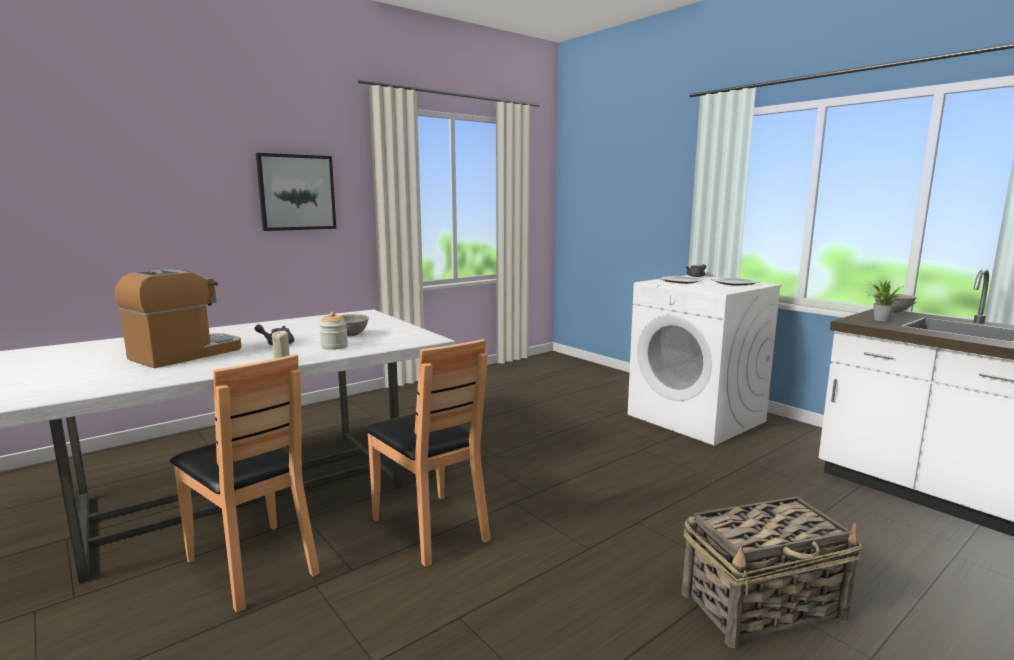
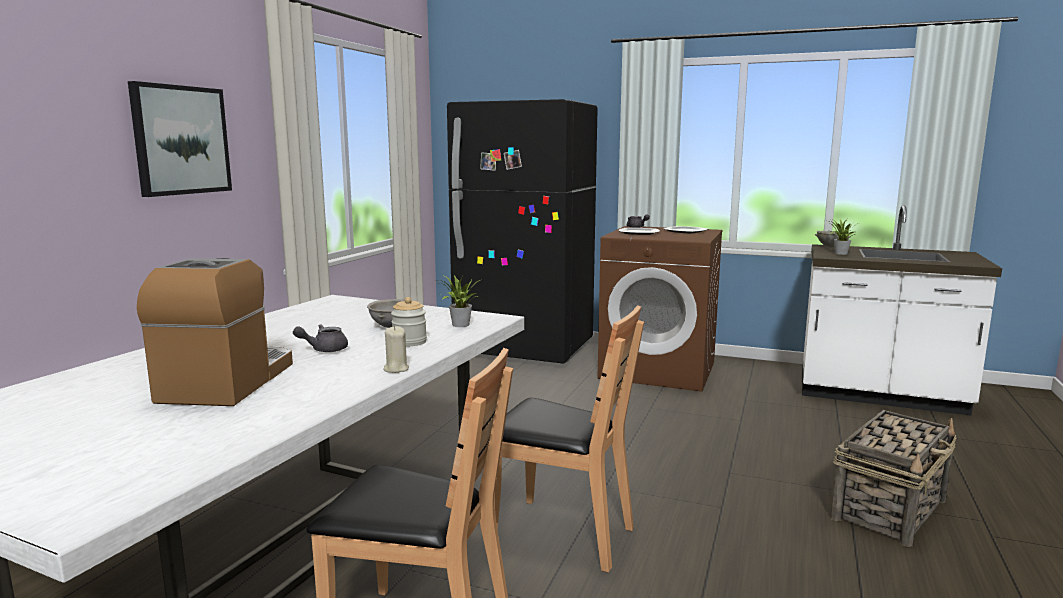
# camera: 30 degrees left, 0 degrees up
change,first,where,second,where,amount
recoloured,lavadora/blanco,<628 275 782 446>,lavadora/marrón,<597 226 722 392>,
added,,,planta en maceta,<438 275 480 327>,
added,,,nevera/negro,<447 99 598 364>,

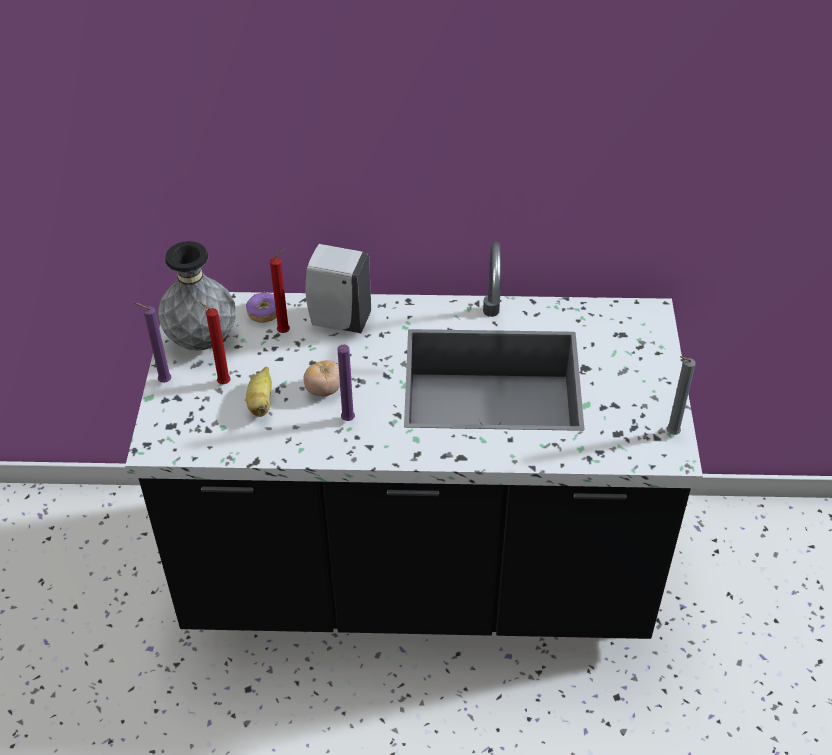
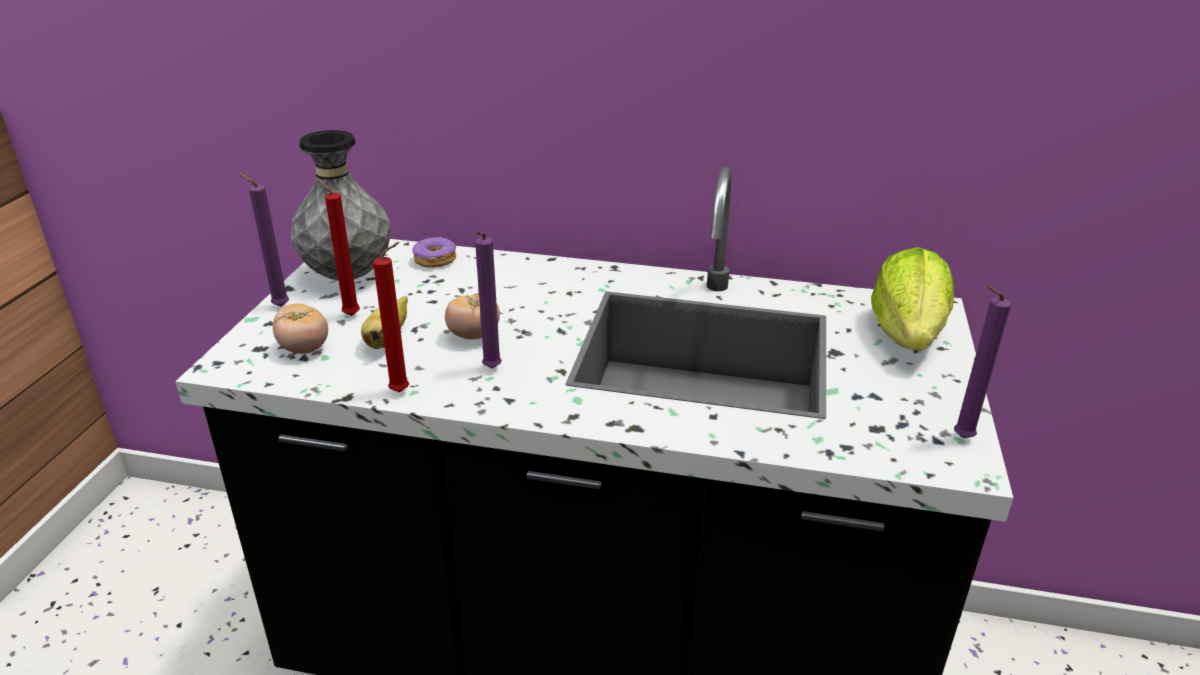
# camera: 10 degrees right, 15 degrees down
change,first,where,second,where,amount
moved,vela/rojo,<270 249 290 333>,,<373 242 409 392>,
removed,dispensador de jabón/blanco,<305 244 371 333>,,,
recoloured,vela/gris,<667 356 696 435>,vela/morado,<954 286 1011 438>,
added,,,tomate,<273 303 328 354>,
added,,,lechuga,<871 247 954 351>,

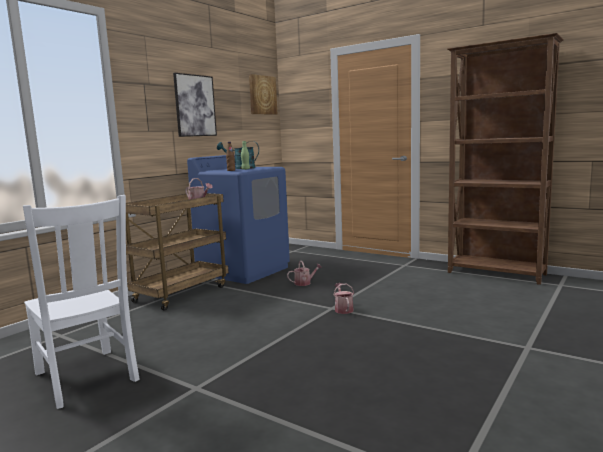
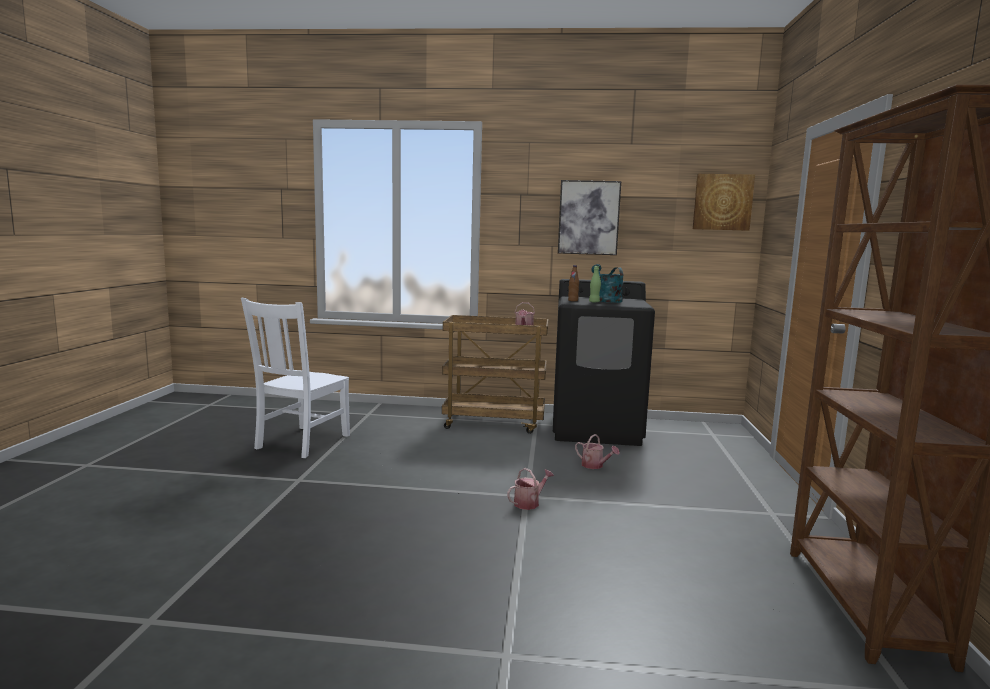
# camera: 60 degrees right, 0 degrees up
change,first,where,second,where,amount
recoloured,lavadora/azul,<187 154 290 284>,lavadora/negro,<553 279 655 446>,

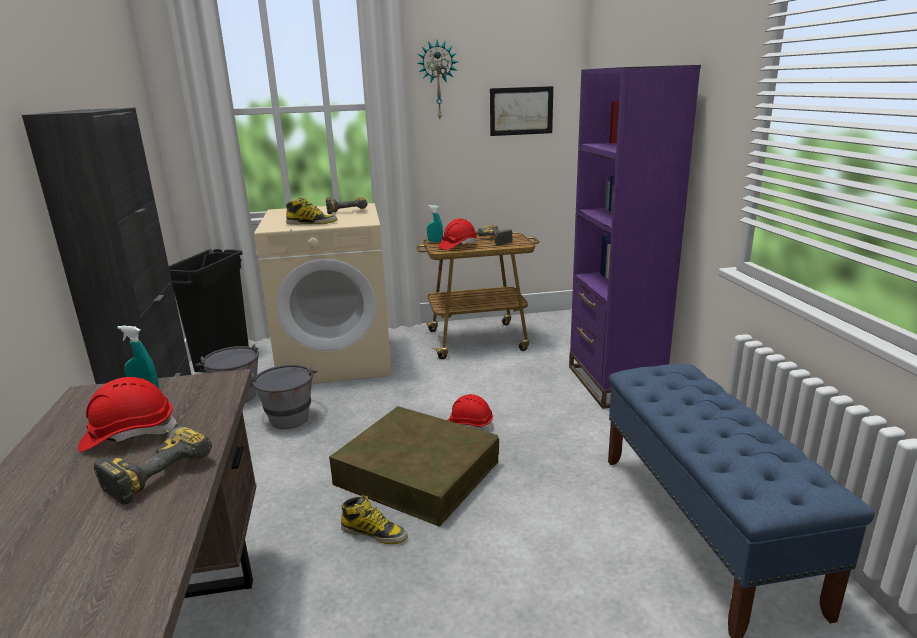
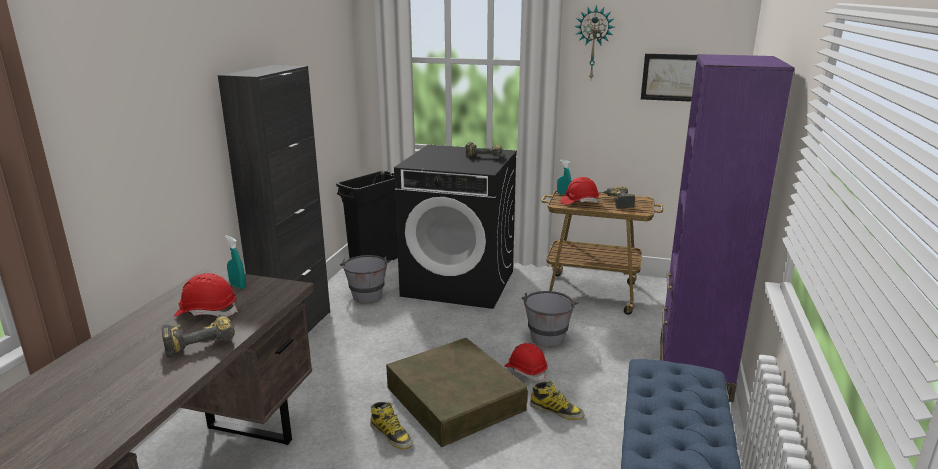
# camera: 25 degrees right, 0 degrees up
change,first,where,second,where,amount
moved,cubo/gris,<252 365 317 429>,,<522 291 579 347>,
recoloured,lavadora/beis,<254 203 392 384>,lavadora/negro,<394 145 517 309>,
moved,bota,<286 197 337 225>,,<530 381 585 420>,

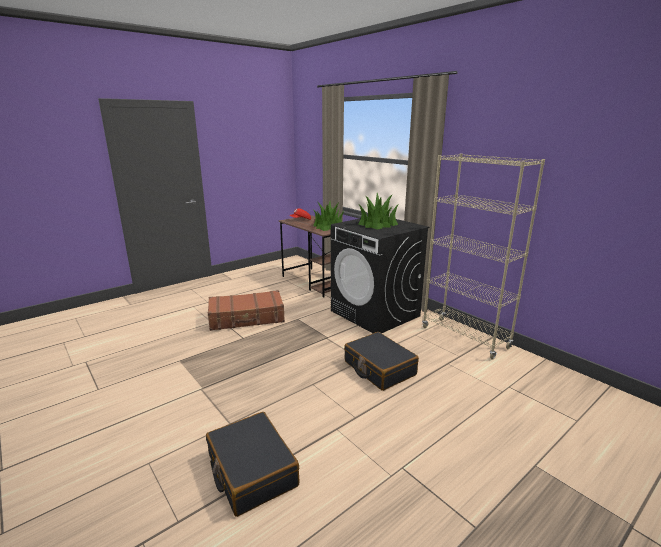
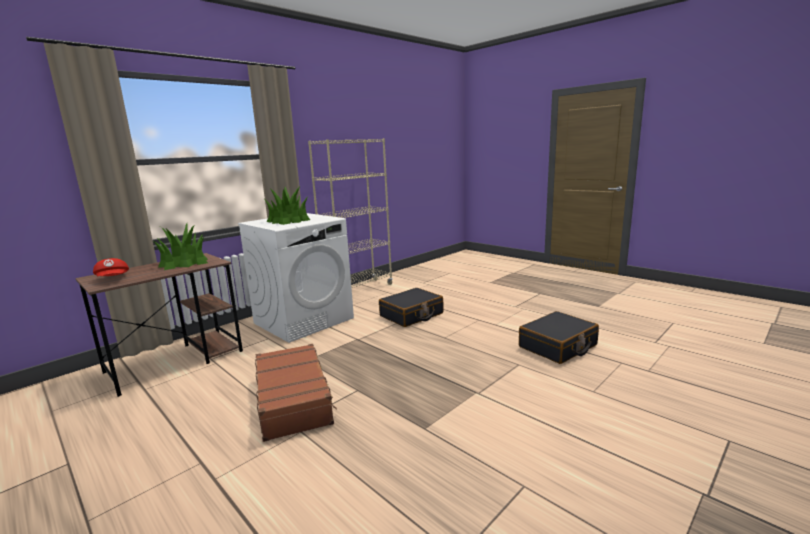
# camera: 95 degrees left, 5 degrees down
change,first,where,second,where,amount
recoloured,lavadora/negro,<331 218 430 333>,lavadora/blanco,<238 213 354 343>,

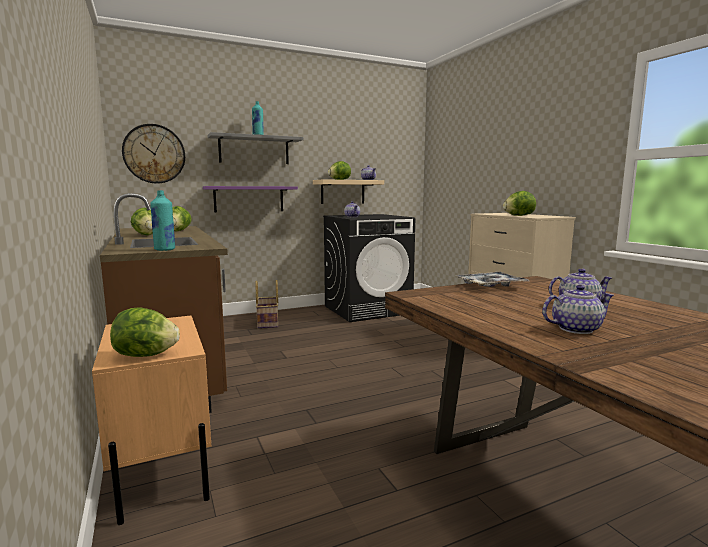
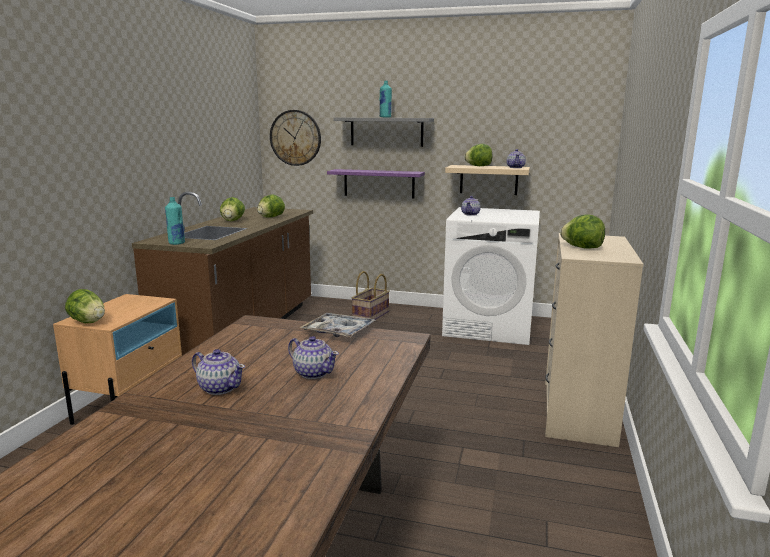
# camera: 40 degrees right, 5 degrees up
change,first,where,second,where,amount
recoloured,lavadora/negro,<323 214 415 322>,lavadora/blanco,<442 207 540 345>,

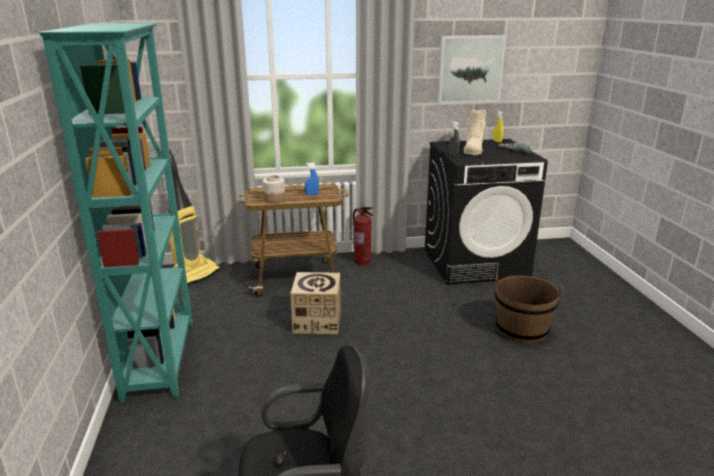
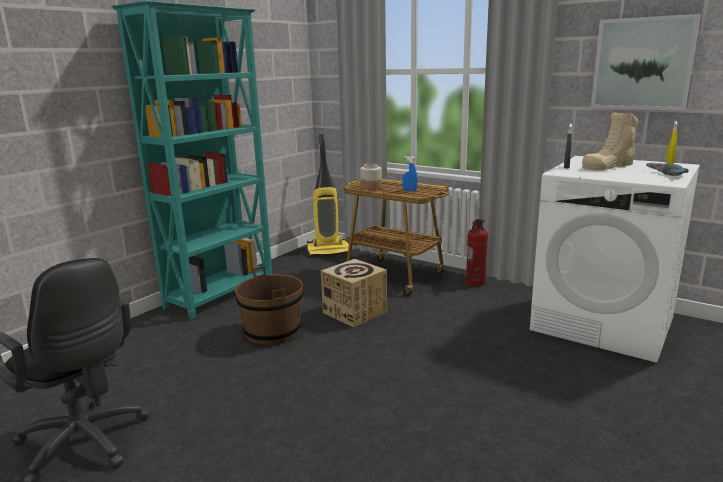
# camera: 45 degrees right, 5 degrees down
change,first,where,second,where,amount
recoloured,lavadora/negro,<425 139 548 285>,lavadora/blanco,<530 156 700 363>,
moved,cubo/marrón,<495 275 562 344>,,<235 266 303 345>,

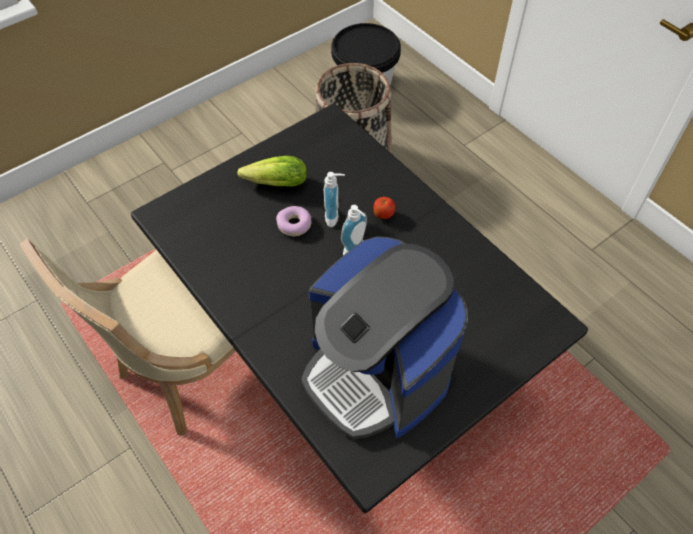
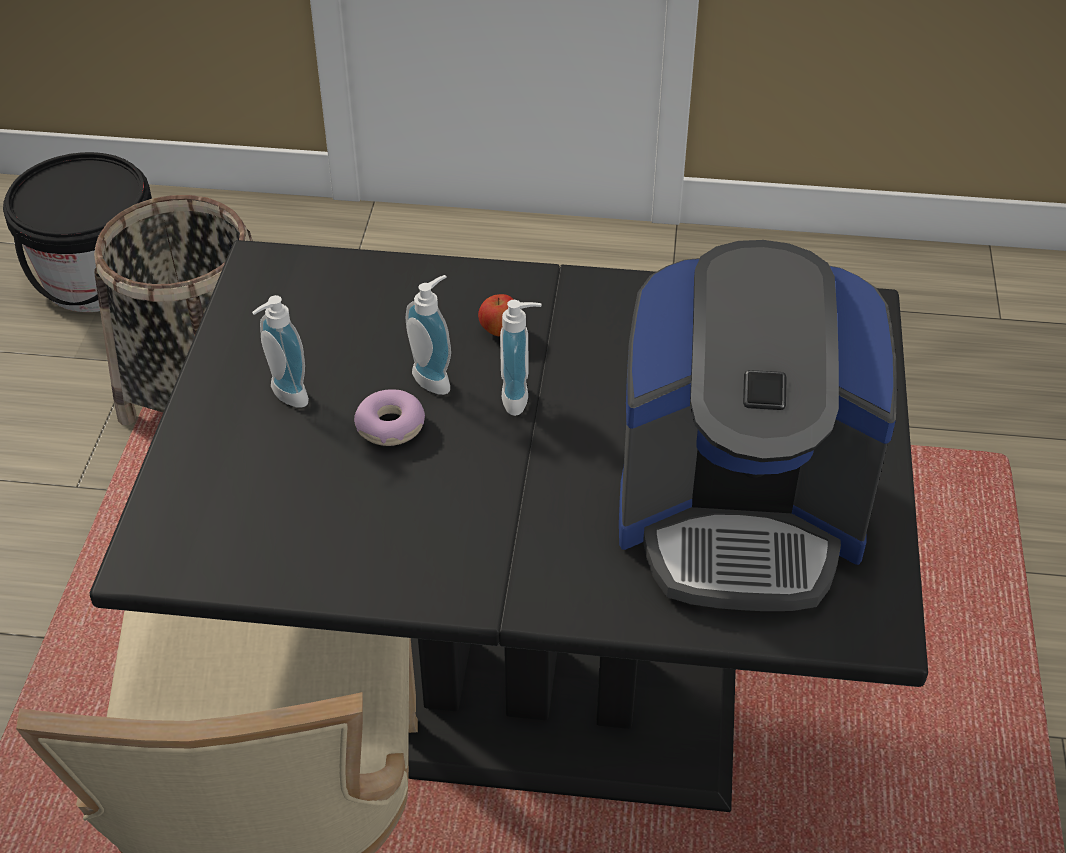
# camera: 45 degrees left, 10 degrees down
change,first,where,second,where,amount
replaced,lechuga,<237 156 307 187>,dispensador de jabón,<252 295 309 408>,

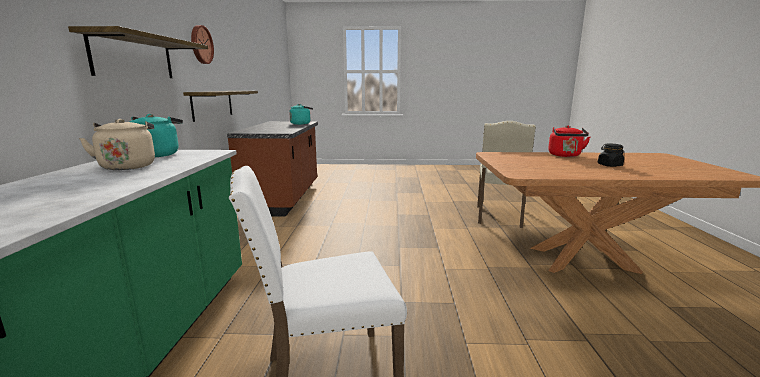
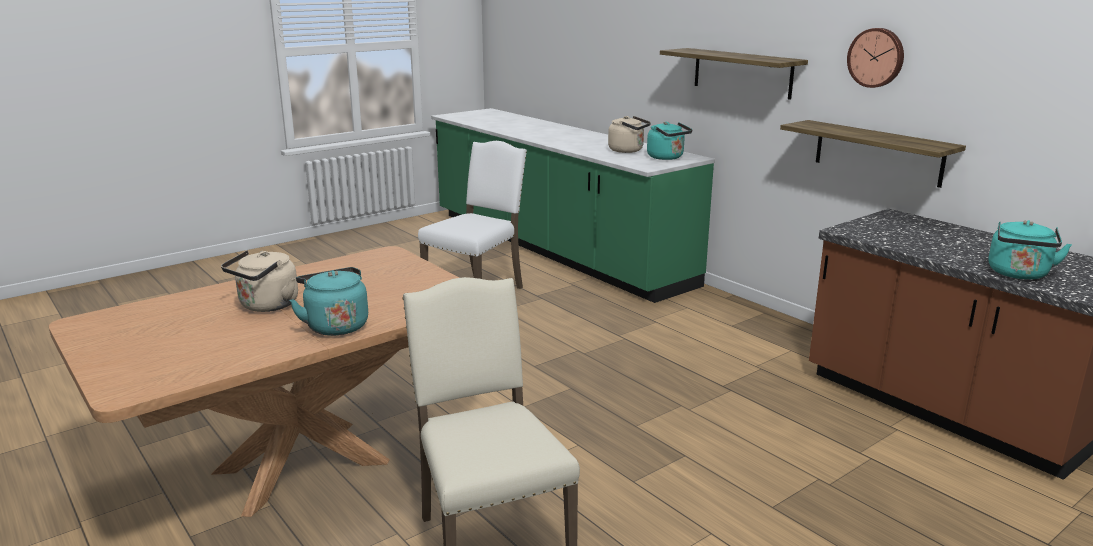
# camera: 140 degrees right, 5 degrees up
change,first,where,second,where,amount
recoloured,hervidor/rojo,<548 126 590 157>,hervidor/turquesa,<289 267 368 336>,
replaced,tarro/negro,<598 144 624 167>,hervidor/beis,<221 250 298 312>,

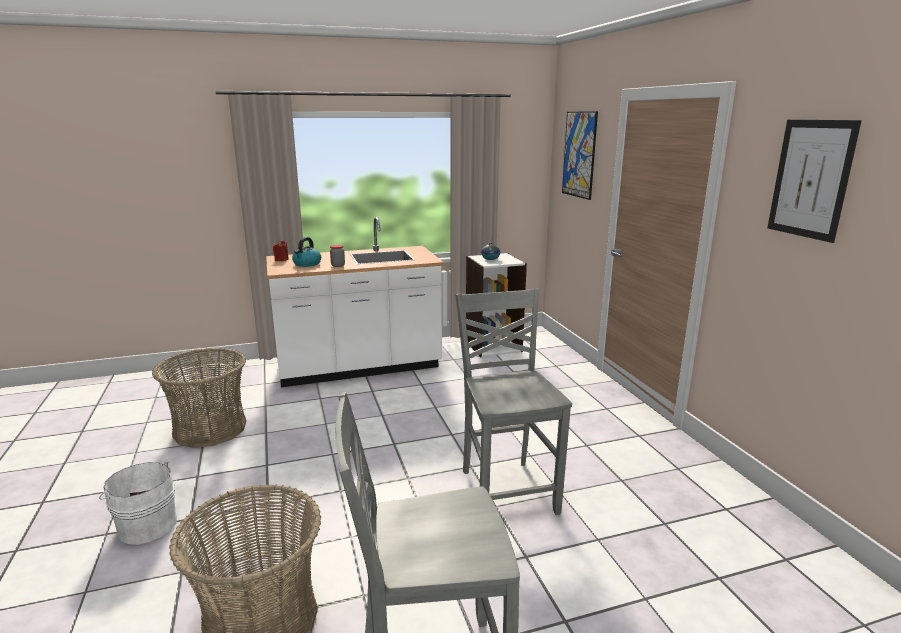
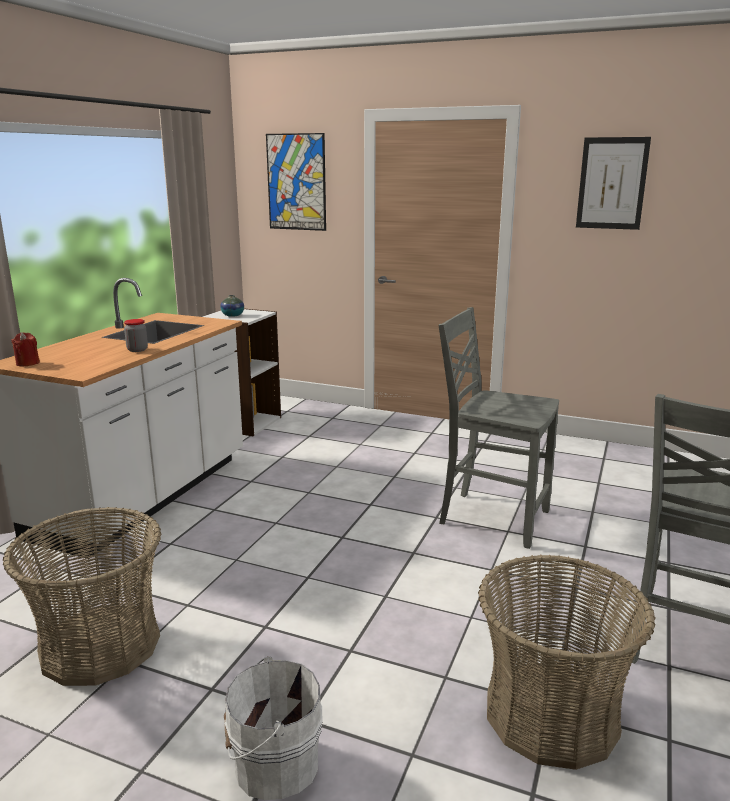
# camera: 50 degrees left, 0 degrees up
change,first,where,second,where,amount
removed,hervidor,<292 237 321 267>,,,

